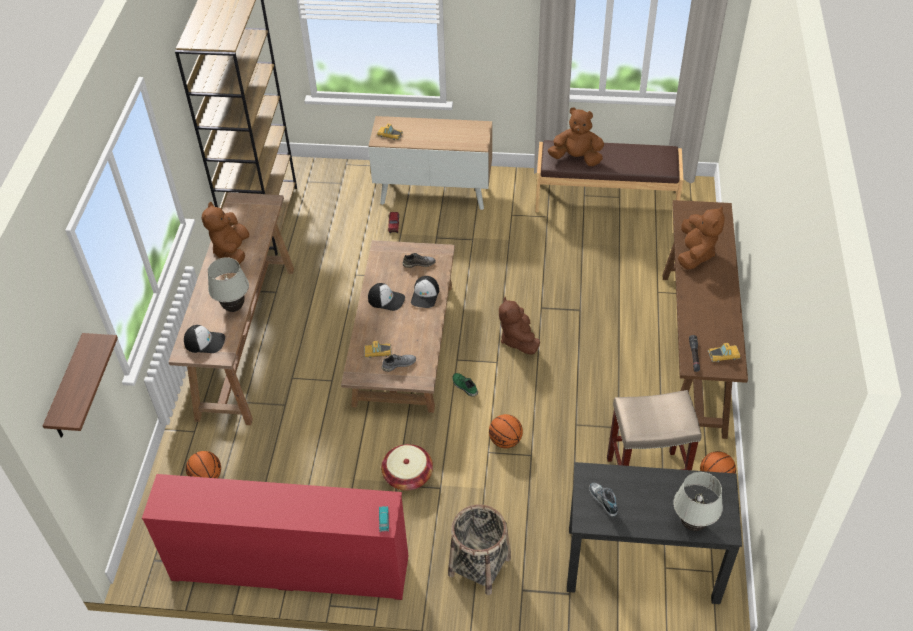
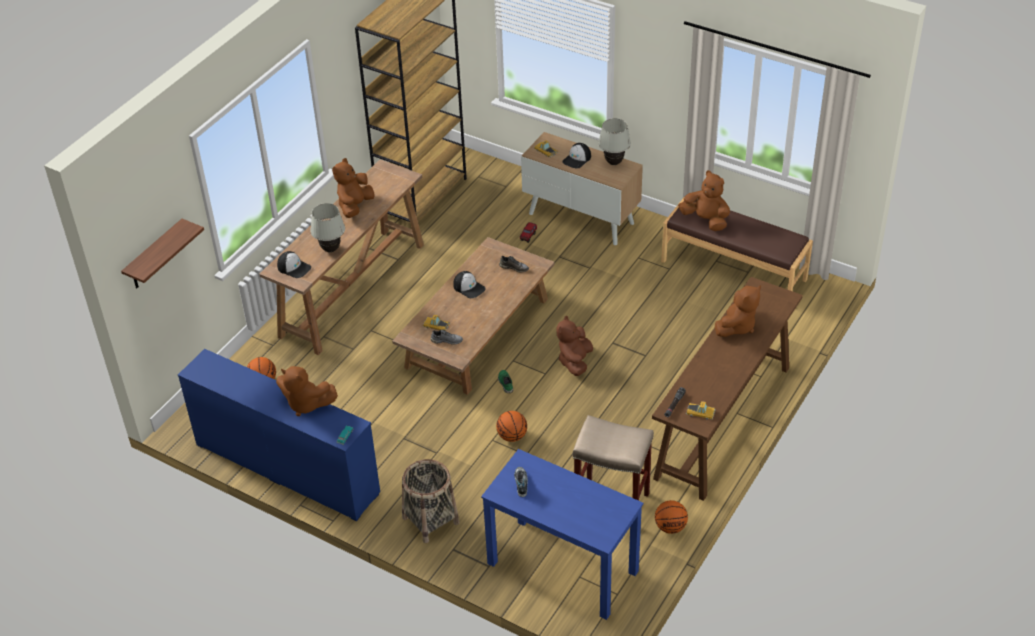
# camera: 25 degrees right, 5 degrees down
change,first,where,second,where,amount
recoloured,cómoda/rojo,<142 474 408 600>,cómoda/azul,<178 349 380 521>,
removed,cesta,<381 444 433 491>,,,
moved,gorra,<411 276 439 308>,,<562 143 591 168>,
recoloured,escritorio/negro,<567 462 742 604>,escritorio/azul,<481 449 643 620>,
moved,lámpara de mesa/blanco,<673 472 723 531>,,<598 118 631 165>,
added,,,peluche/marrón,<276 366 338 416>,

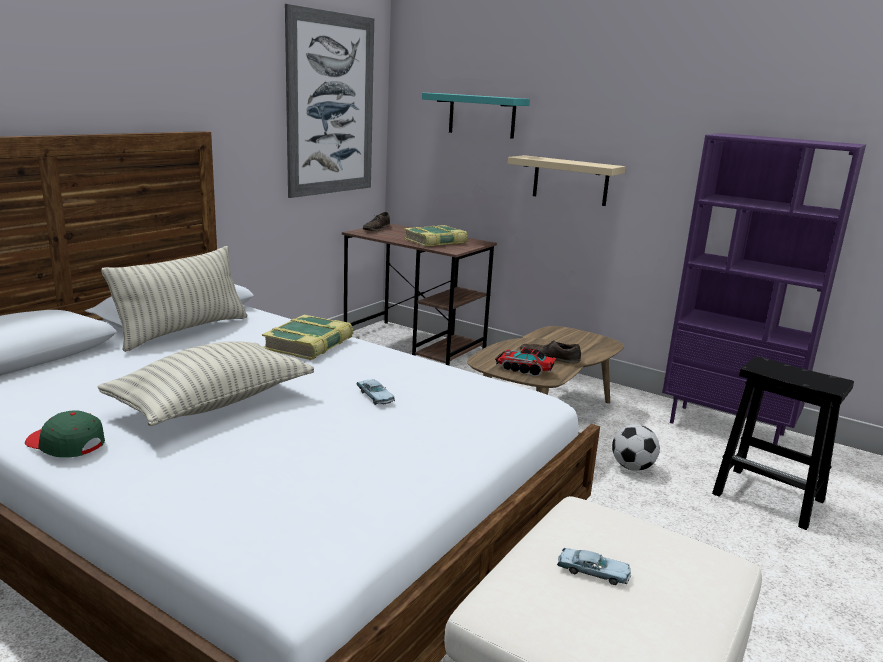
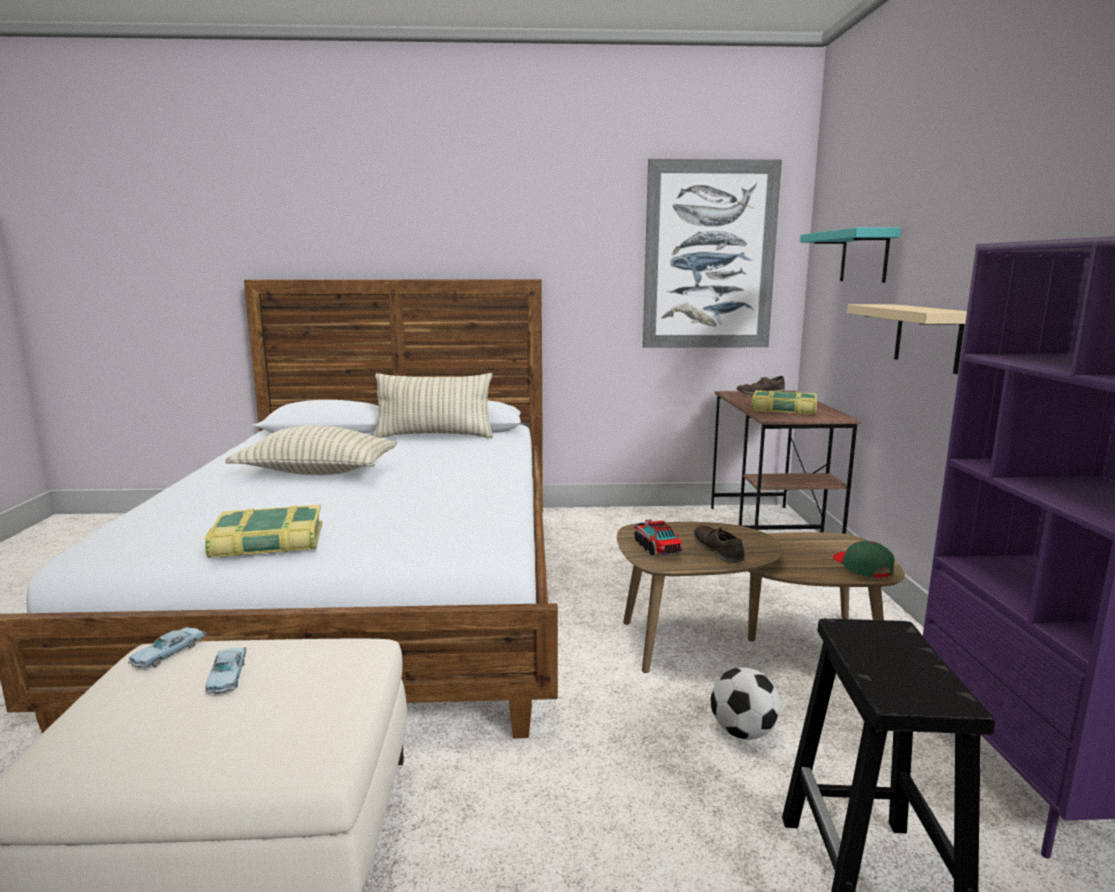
# camera: 55 degrees right, 5 degrees down
change,first,where,second,where,amount
moved,gorra/verde,<25 410 105 458>,,<833 541 894 578>,
moved,libro,<262 315 354 360>,,<205 505 322 558>,
moved,coche de juguete/azul,<357 379 395 405>,,<127 627 206 668>,

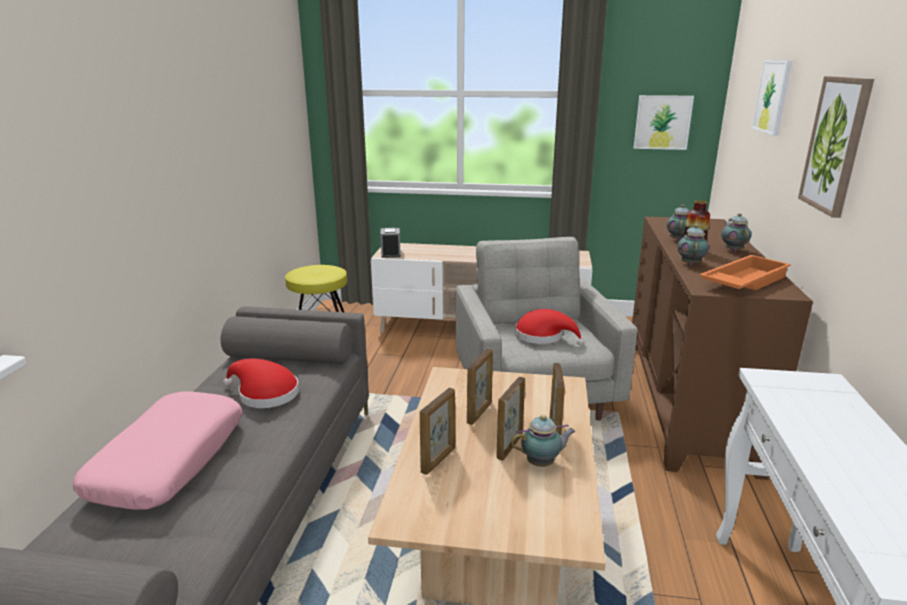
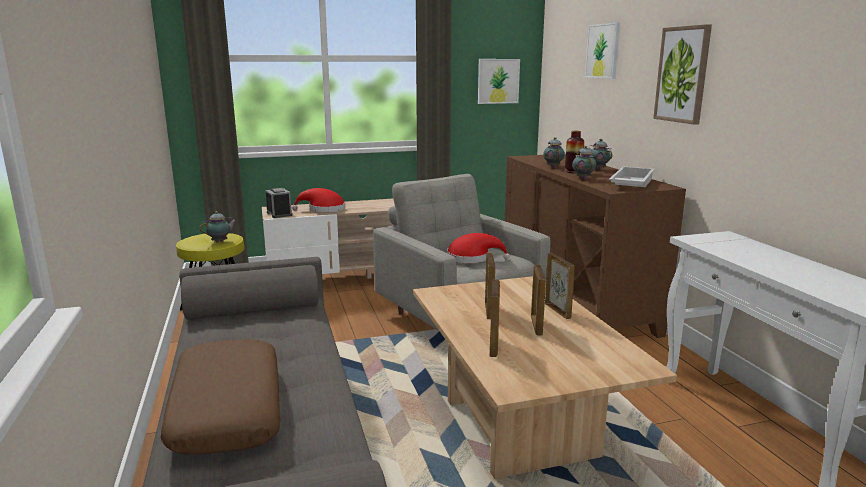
# camera: 25 degrees left, 5 degrees down
change,first,where,second,where,amount
recoloured,cojín/rosa,<73 391 243 510>,cojín/marrón,<161 339 281 455>,
moved,sombrero/rojo,<223 359 299 408>,,<292 188 345 212>,
moved,tetera,<511 415 576 467>,,<199 211 237 243>,
recoloured,bandeja/naranja,<699 255 791 290>,bandeja/blanco,<609 167 655 187>,

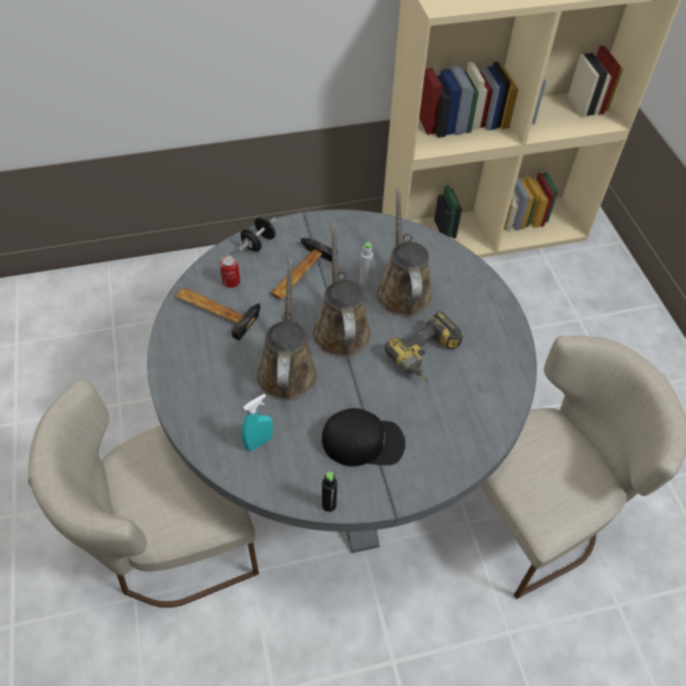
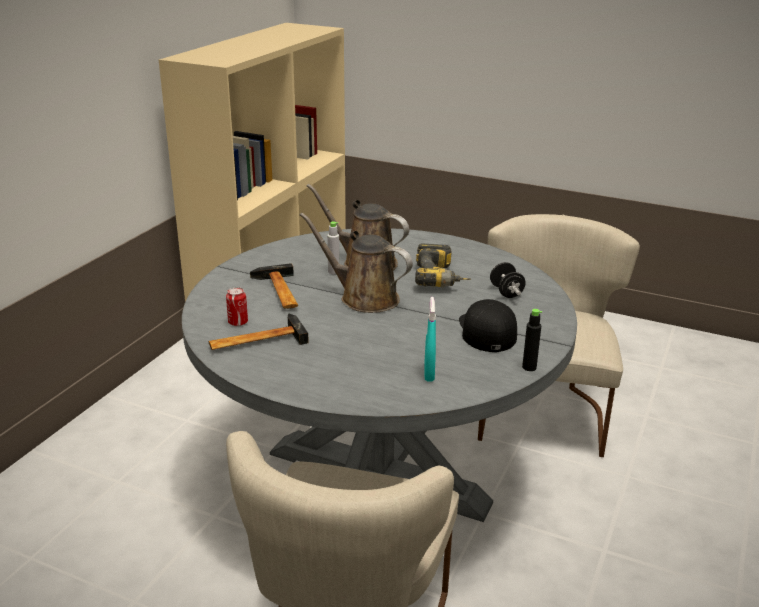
# camera: 50 degrees left, 25 degrees down
change,first,where,second,where,amount
moved,mancuerna/negro,<238 217 277 252>,,<490 262 526 298>,
removed,regadera/marrón,<257 259 317 400>,,,
turned,gorra/negro,<321 408 405 466>,,<459 299 517 352>,45 degrees counterclockwise

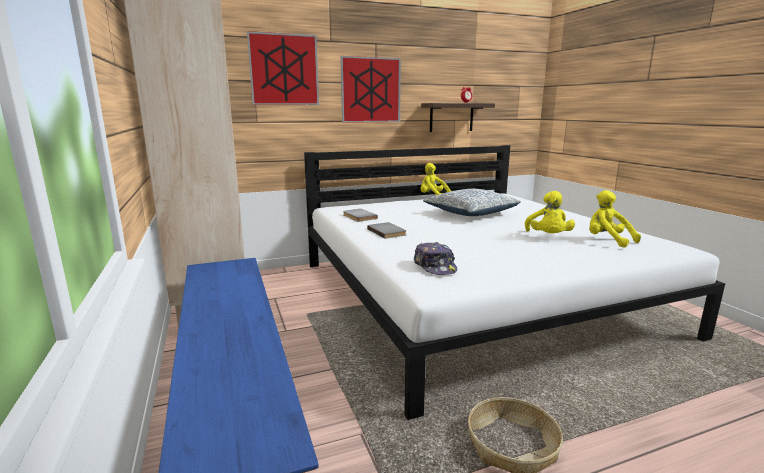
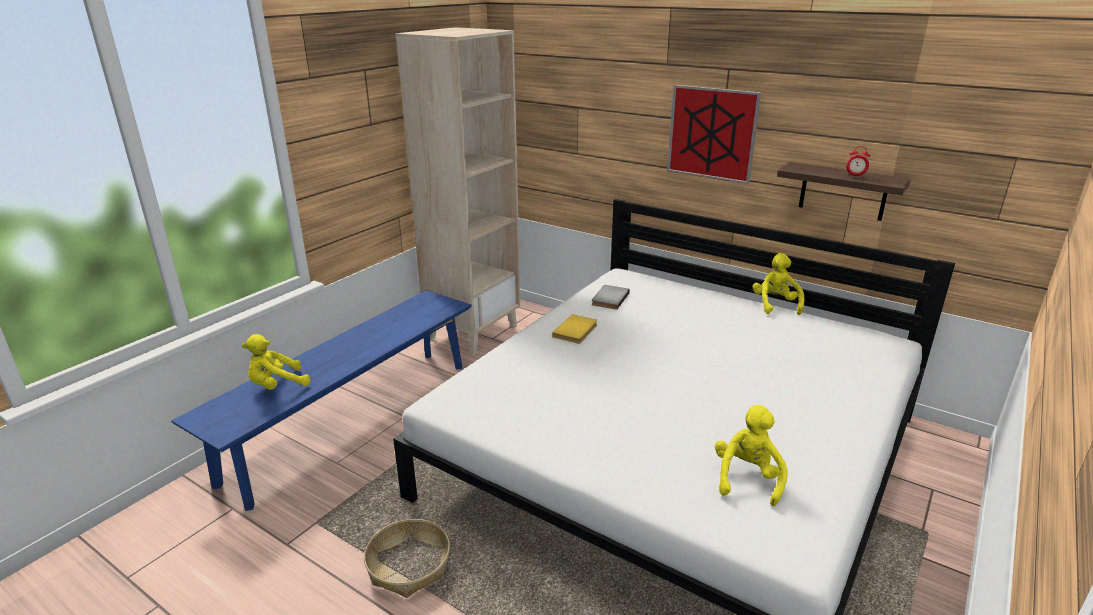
# camera: 55 degrees right, 10 degrees up
change,first,where,second,where,amount
removed,cuadro,<247 31 319 105>,,,
recoloured,libro/gris,<367 222 406 239>,libro/amarillo,<552 314 597 344>,
removed,gorra,<414 242 457 275>,,,
removed,cojín,<423 189 521 216>,,,
moved,peluche/amarillo,<525 191 575 233>,,<242 334 310 390>,

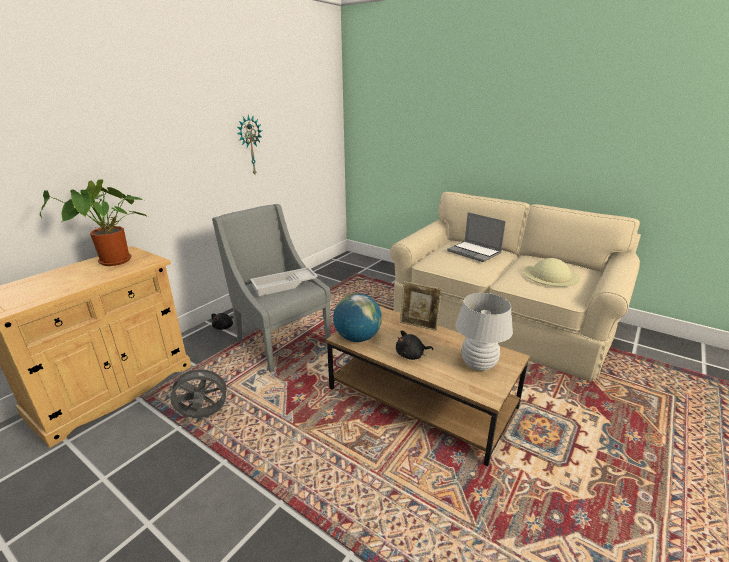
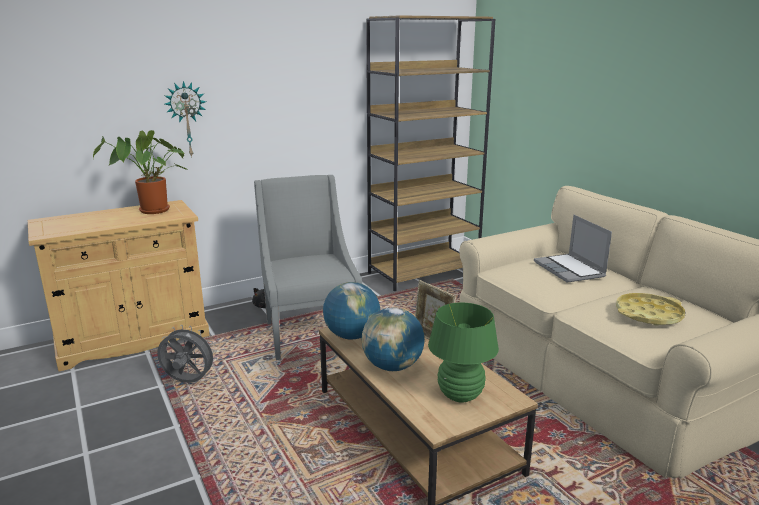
# camera: 25 degrees right, 5 degrees down
change,first,where,second,where,amount
moved,reloj de pared,<237 115 262 174>,,<164 81 206 158>,
removed,bandeja/blanco,<250 267 318 296>,,,
replaced,peluche/negro,<396 330 433 360>,globo terráqueo,<361 308 425 371>,
recoloured,lámpara de mesa/blanco,<456 293 513 371>,lámpara de mesa/verde,<428 302 499 402>,
replaced,sombrero/beis,<523 258 580 287>,bandeja/amarillo,<616 293 685 326>,
added,,,estantería/marrón,<366 15 495 291>,

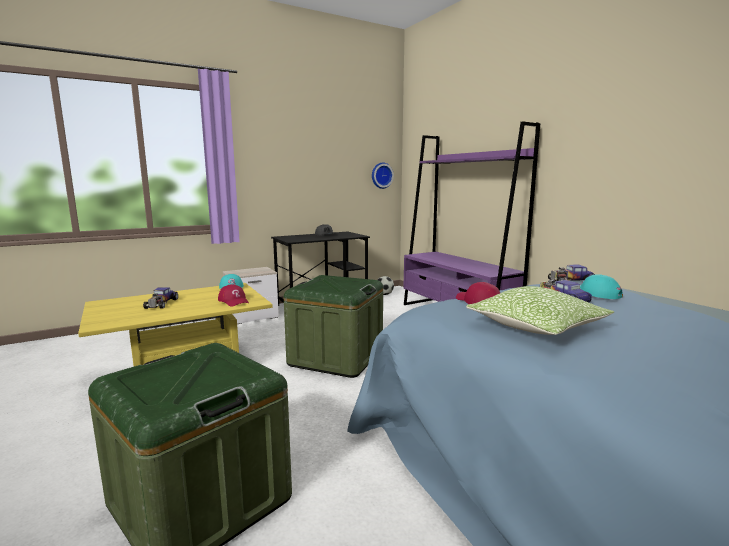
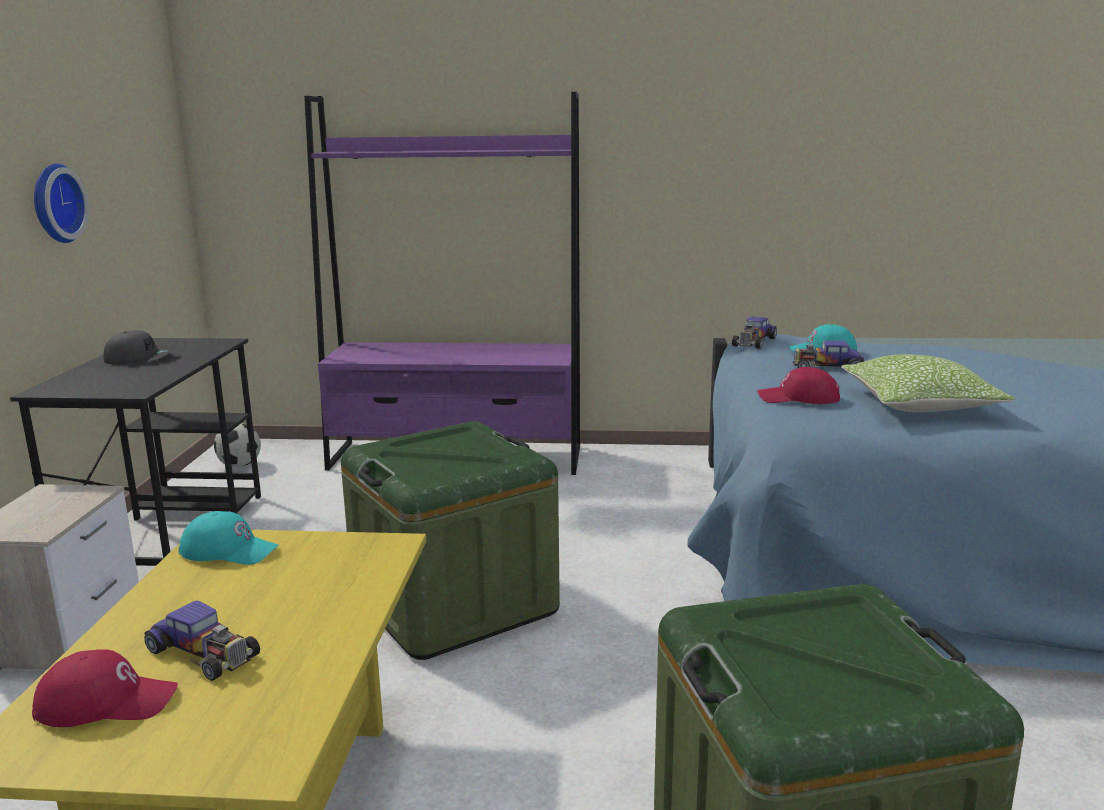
# camera: 55 degrees left, 5 degrees up
change,first,where,second,where,amount
moved,gorra/rojo,<218 284 249 307>,,<32 649 178 727>,
moved,reloj de pared,<372 163 394 189>,,<34 164 89 243>,

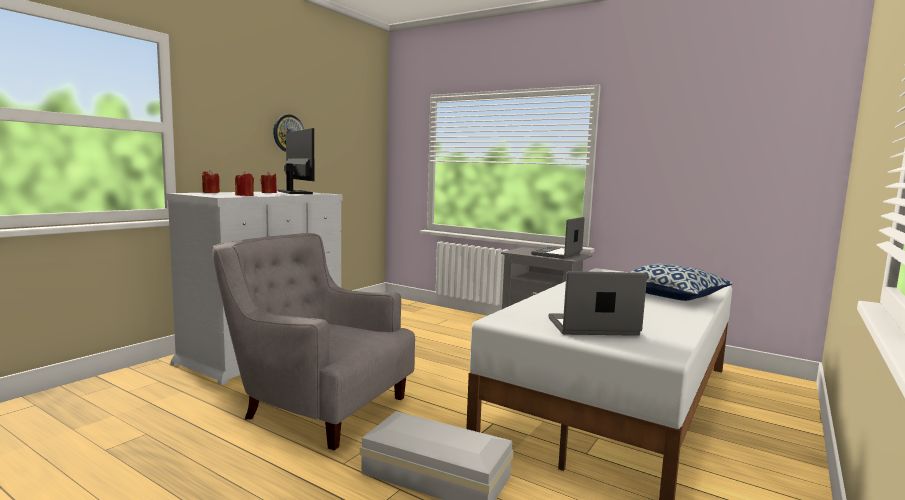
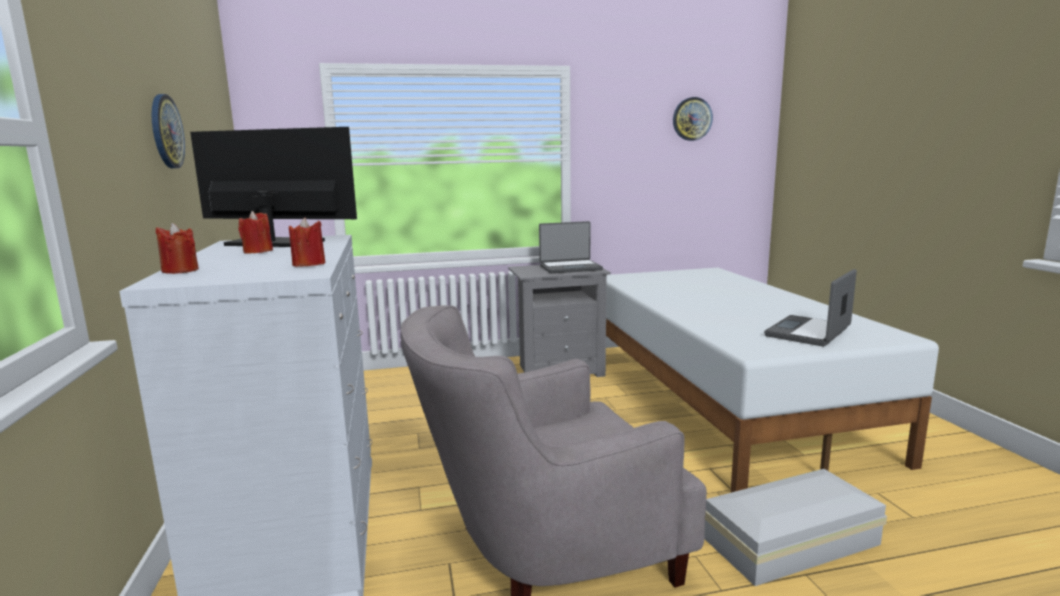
# camera: 45 degrees left, 5 degrees up
change,first,where,second,where,amount
turned,portátil,<531 217 585 259>,,<539 221 603 273>,90 degrees counterclockwise
removed,cojín,<631 263 733 301>,,,
added,,,reloj de pared,<673 97 713 141>,

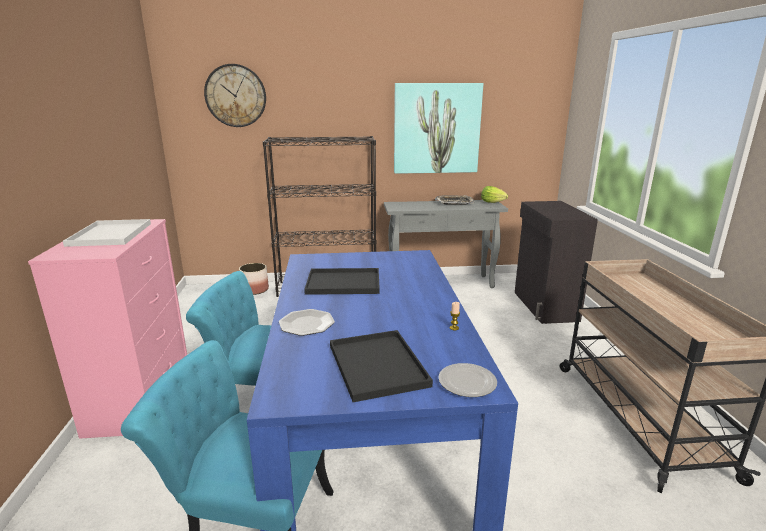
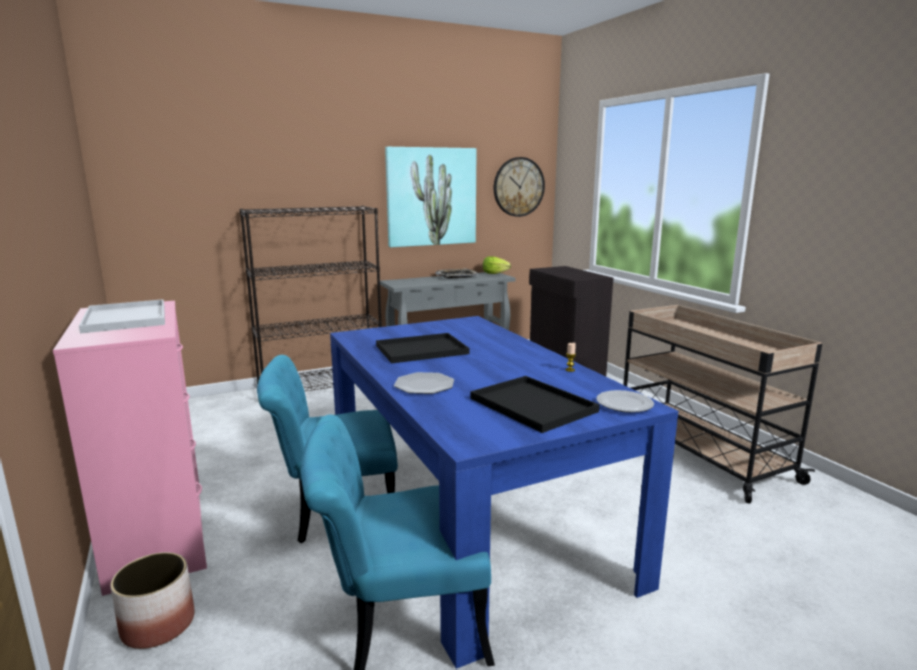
# camera: 20 degrees left, 5 degrees down
change,first,where,second,where,amount
moved,reloj de pared,<204 64 266 127>,,<494 157 545 217>,
moved,maceta,<239 263 269 295>,,<110 552 194 649>,

